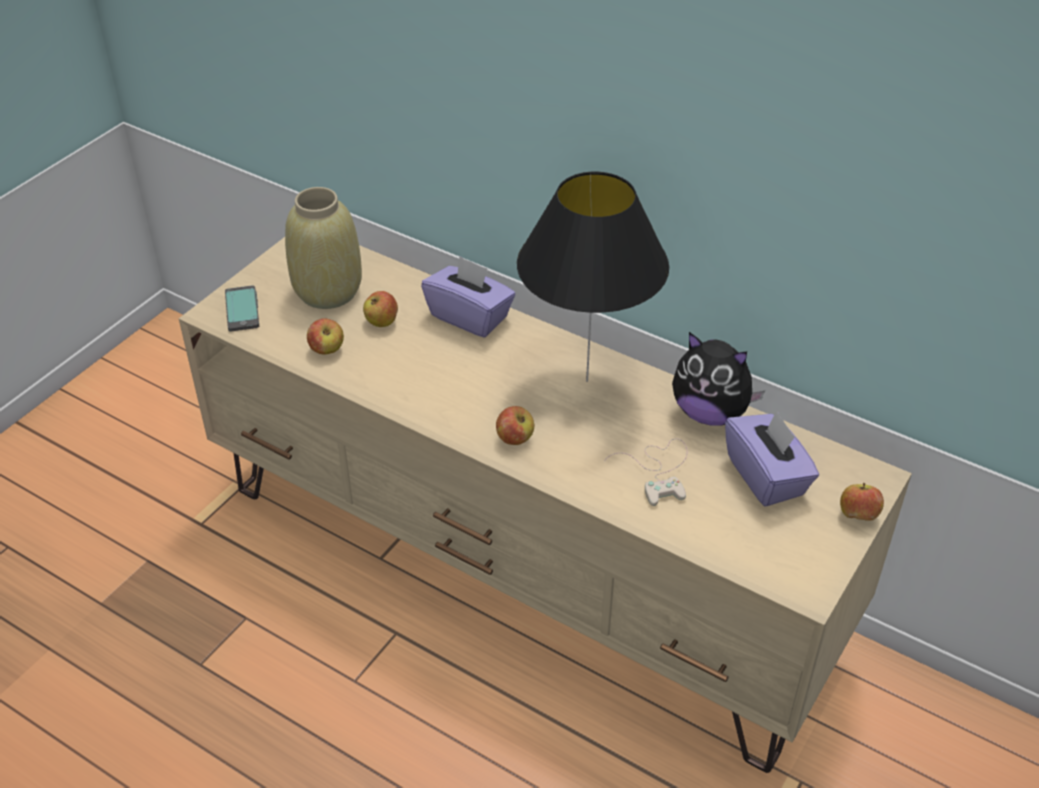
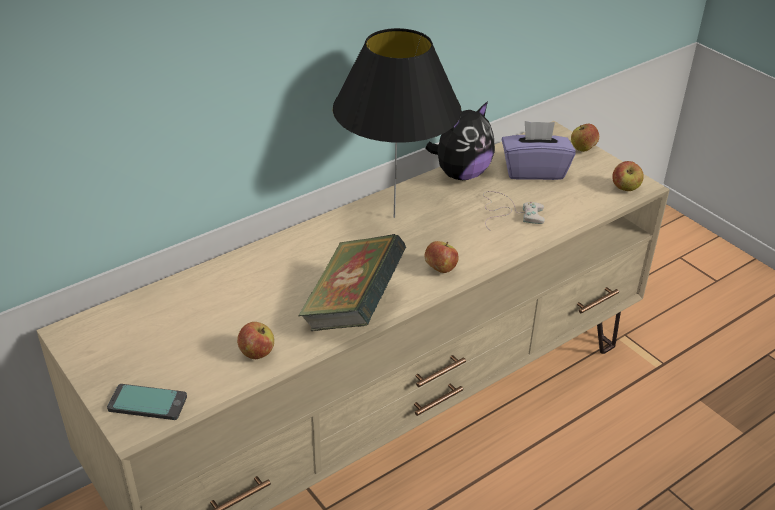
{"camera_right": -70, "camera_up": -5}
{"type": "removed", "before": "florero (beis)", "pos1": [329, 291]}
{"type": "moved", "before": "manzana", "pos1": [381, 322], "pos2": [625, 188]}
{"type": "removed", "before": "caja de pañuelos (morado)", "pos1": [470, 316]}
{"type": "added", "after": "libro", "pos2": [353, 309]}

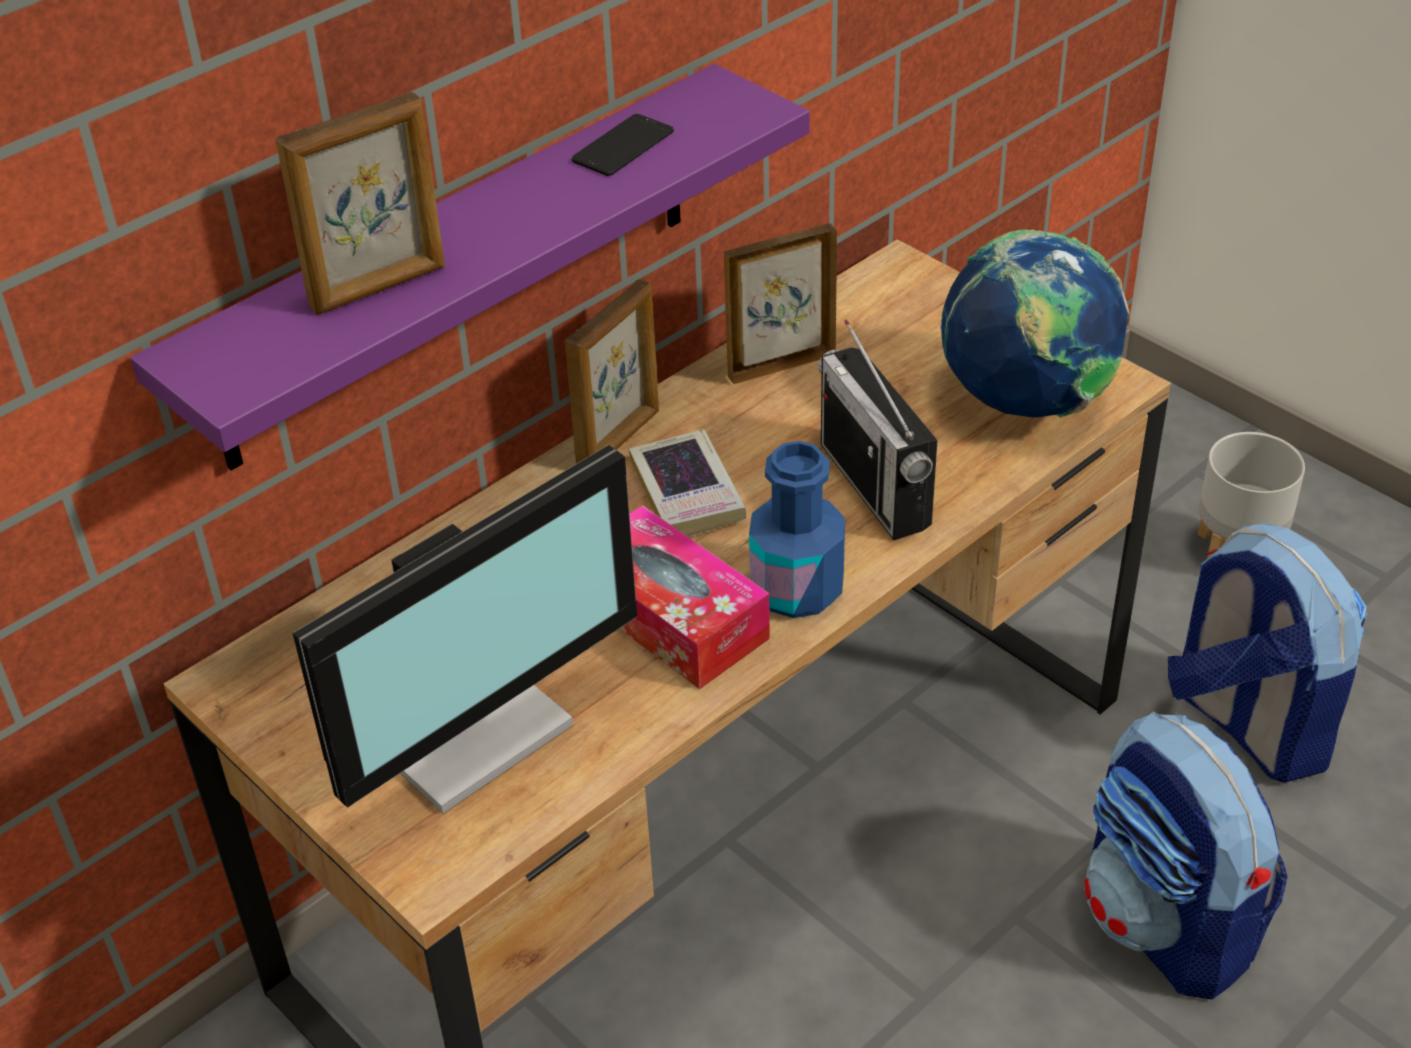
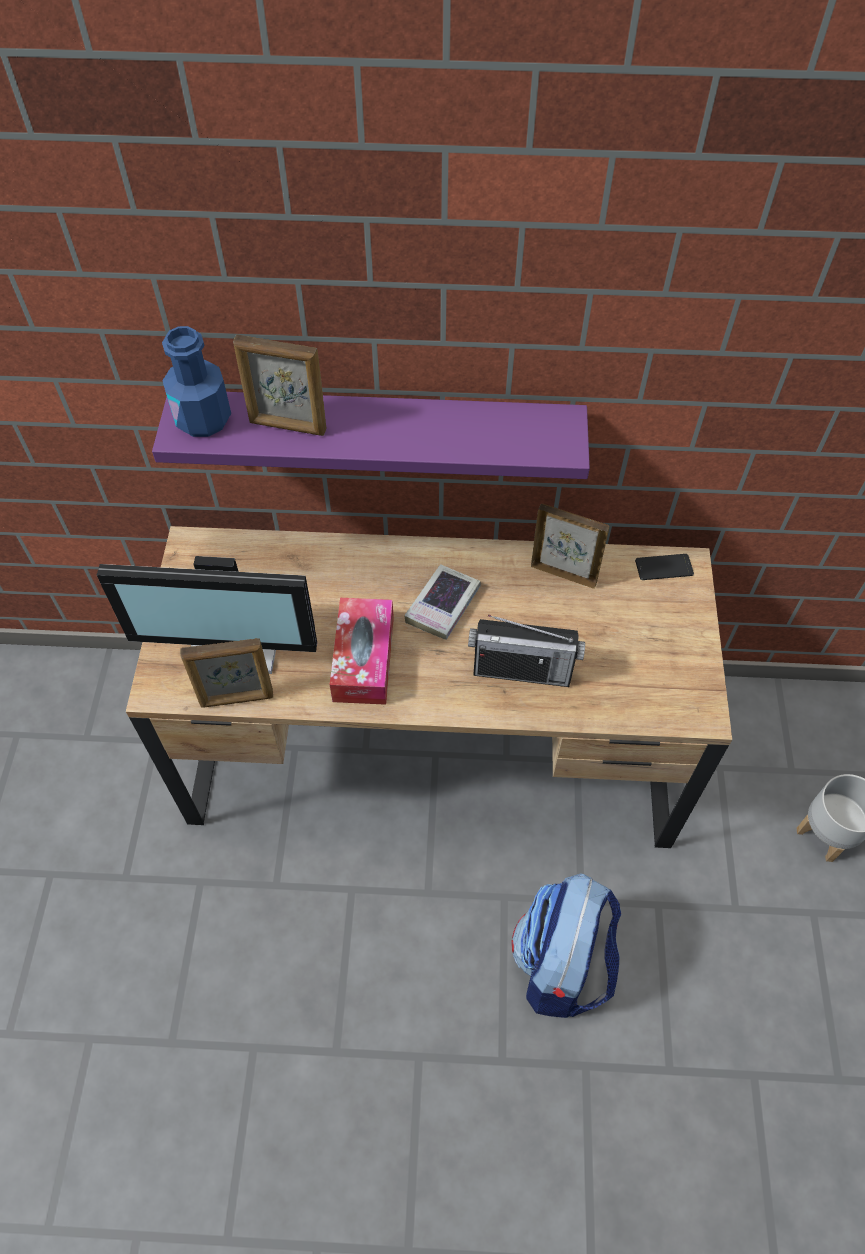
{"camera_right": 45, "camera_up": 15}
{"type": "moved", "before": "portarretratos", "pos1": [620, 439], "pos2": [237, 699]}
{"type": "moved", "before": "móvil", "pos1": [623, 146], "pos2": [664, 567]}
{"type": "moved", "before": "botella (azul)", "pos1": [797, 589], "pos2": [203, 419]}
{"type": "turned", "before": "radio", "pos1": [874, 485], "pos2": [522, 671], "turn": -105}
{"type": "removed", "before": "globo terráqueo", "pos1": [1027, 402]}
{"type": "removed", "before": "mochila", "pos1": [1247, 724]}

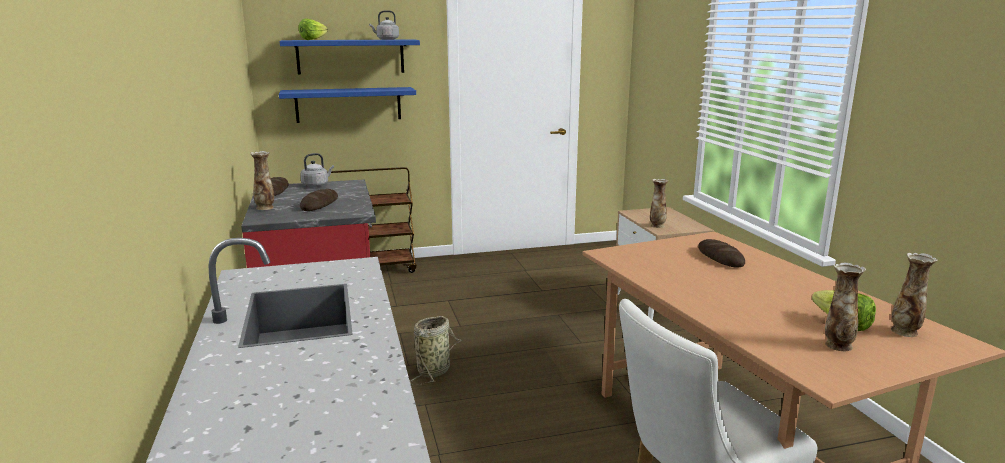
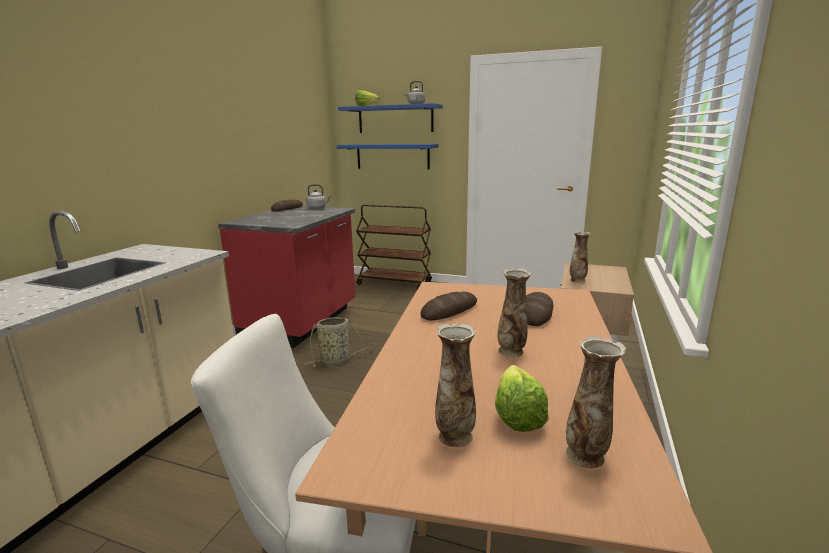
{"camera_right": 35, "camera_up": 0}
{"type": "moved", "before": "florero", "pos1": [265, 208], "pos2": [511, 351]}
{"type": "moved", "before": "pan", "pos1": [319, 204], "pos2": [449, 310]}

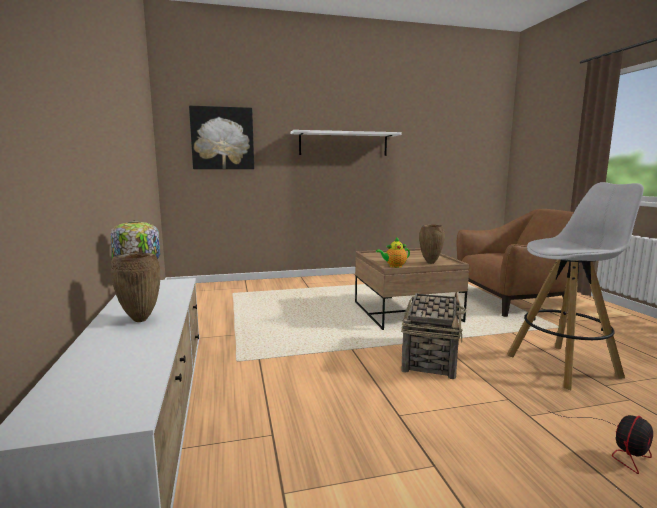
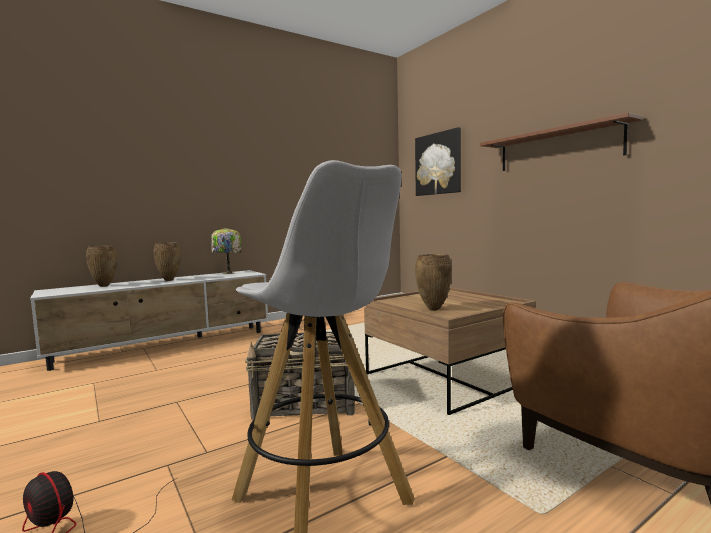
{"camera_right": 70, "camera_up": -5}
{"type": "recoloured", "before": "estante (blanco)", "after": "estante (marrón)", "pos1": [343, 144], "pos2": [557, 148]}
{"type": "removed", "before": "tetera", "pos1": [394, 266]}
{"type": "added", "after": "florero (marrón)", "pos2": [105, 286]}

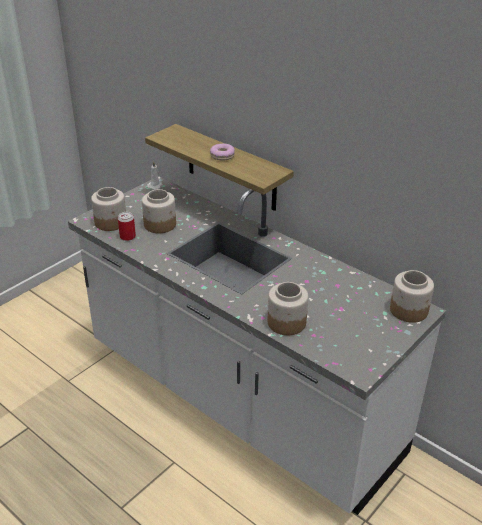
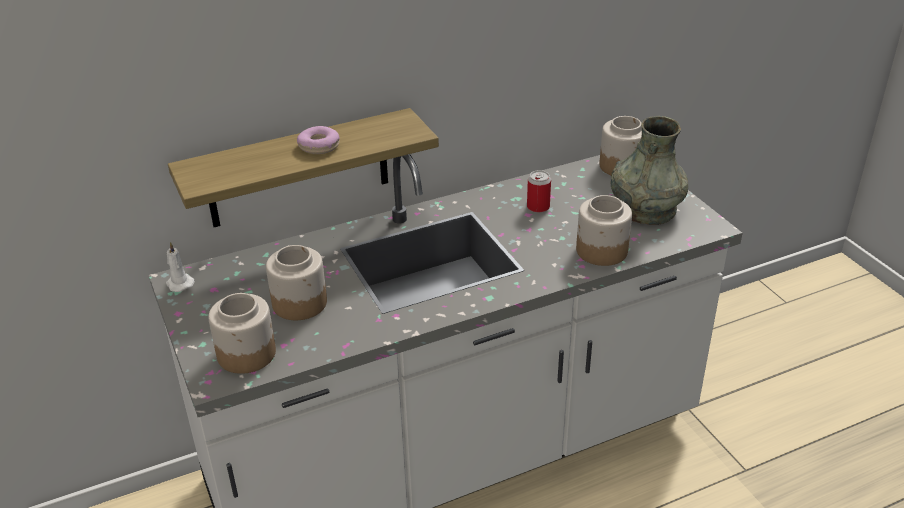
{"camera_right": -65, "camera_up": 0}
{"type": "moved", "before": "lata", "pos1": [127, 237], "pos2": [538, 207]}
{"type": "added", "after": "florero (gris)", "pos2": [645, 208]}

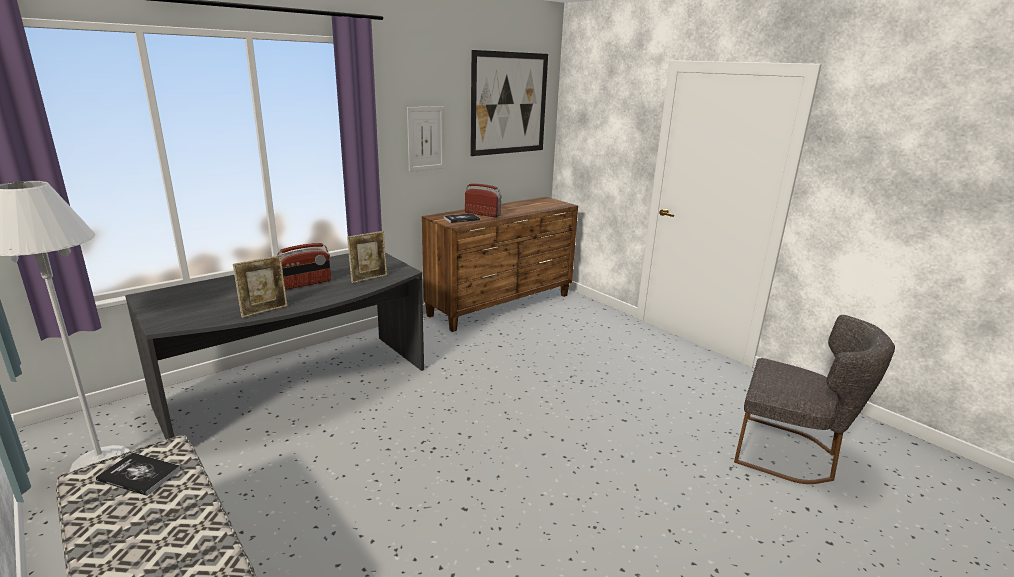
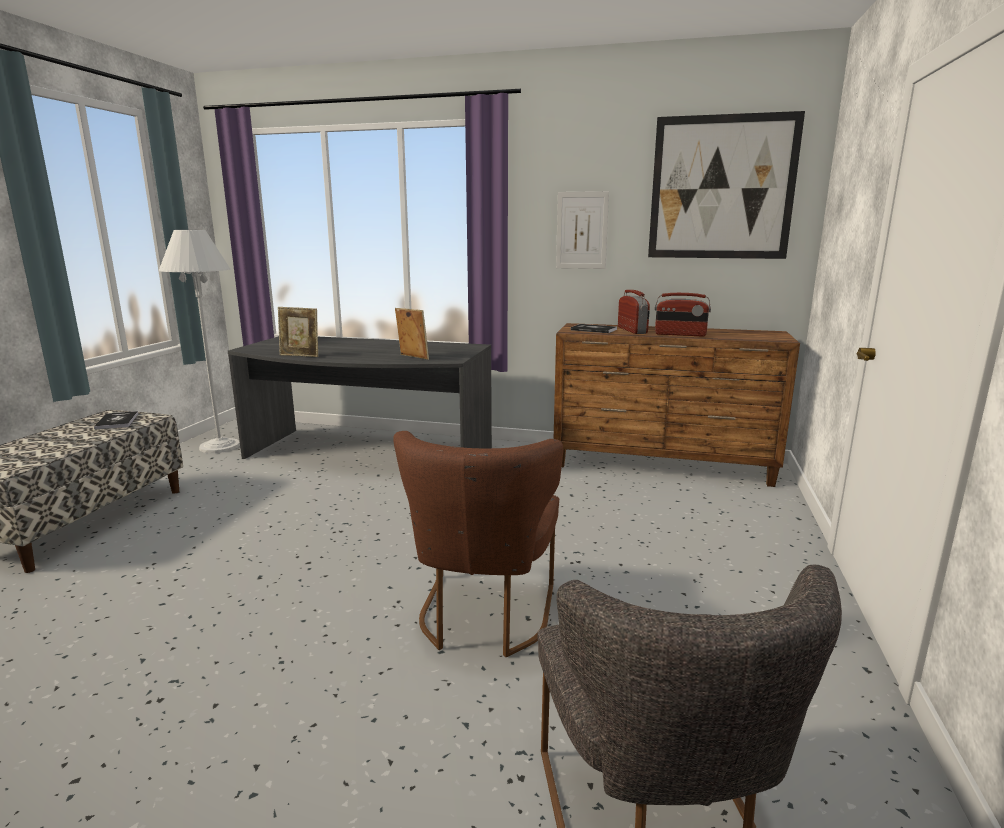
{"camera_right": 55, "camera_up": -5}
{"type": "moved", "before": "radio", "pos1": [306, 283], "pos2": [680, 334]}
{"type": "turned", "before": "portarretratos", "pos1": [369, 278], "pos2": [412, 357], "turn": -150}
{"type": "added", "after": "silla (marrón)", "pos2": [483, 618]}

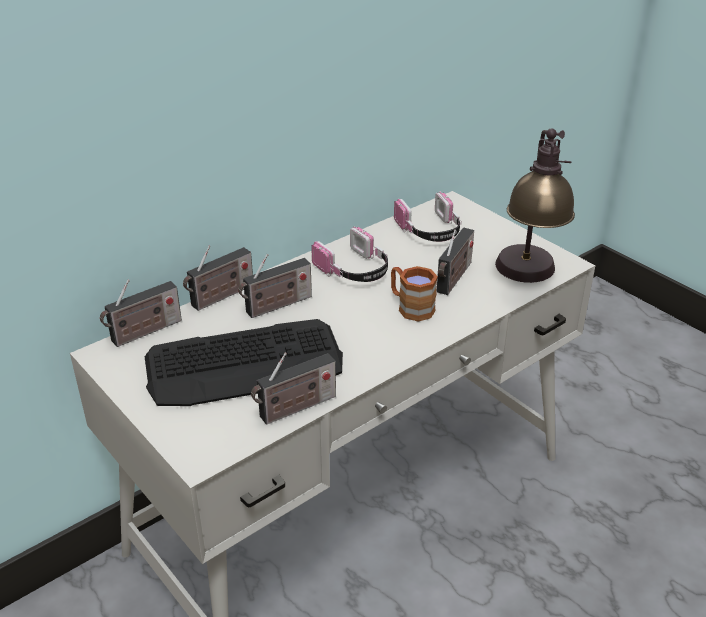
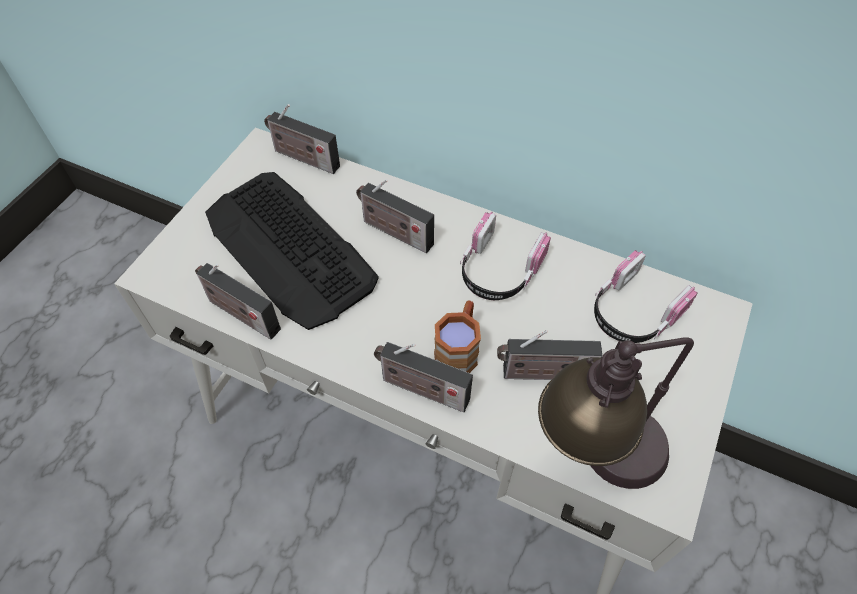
{"camera_right": 65, "camera_up": 20}
{"type": "moved", "before": "radio", "pos1": [220, 297], "pos2": [421, 389]}

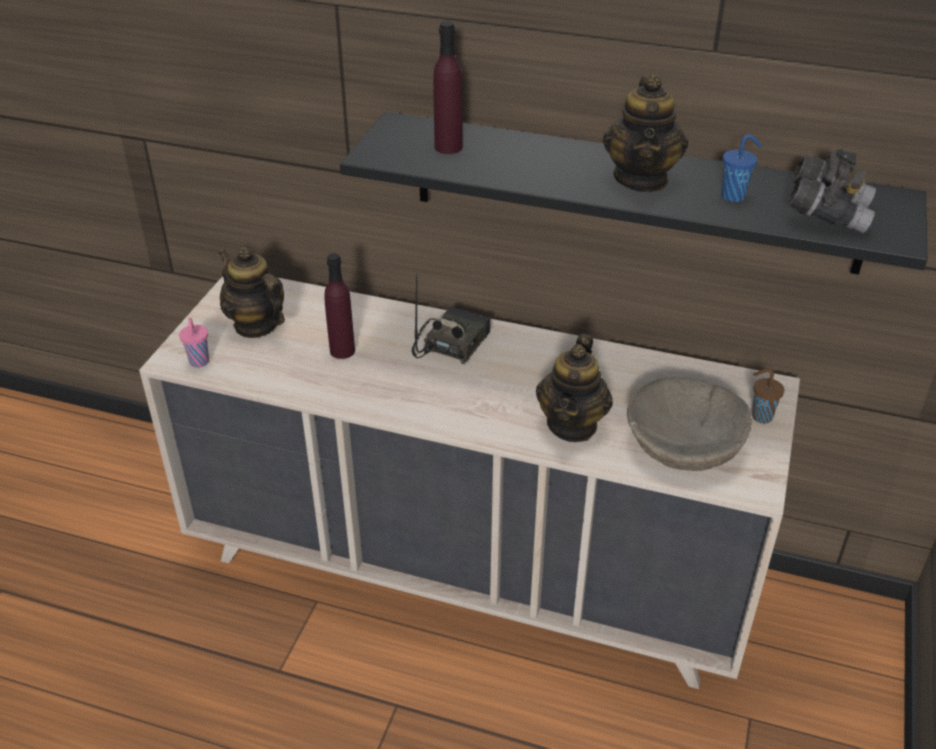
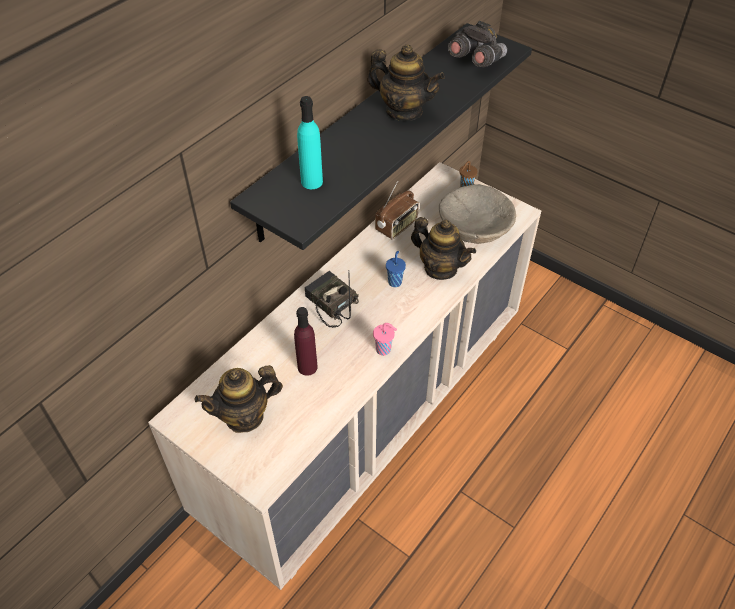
{"camera_right": -70, "camera_up": 10}
{"type": "moved", "before": "taza (rosa)", "pos1": [199, 363], "pos2": [384, 350]}
{"type": "recoloured", "before": "botella (morado)", "after": "botella (turquesa)", "pos1": [448, 147], "pos2": [311, 182]}
{"type": "moved", "before": "taza (azul)", "pos1": [734, 196], "pos2": [395, 281]}
{"type": "added", "after": "radio", "pos2": [397, 226]}

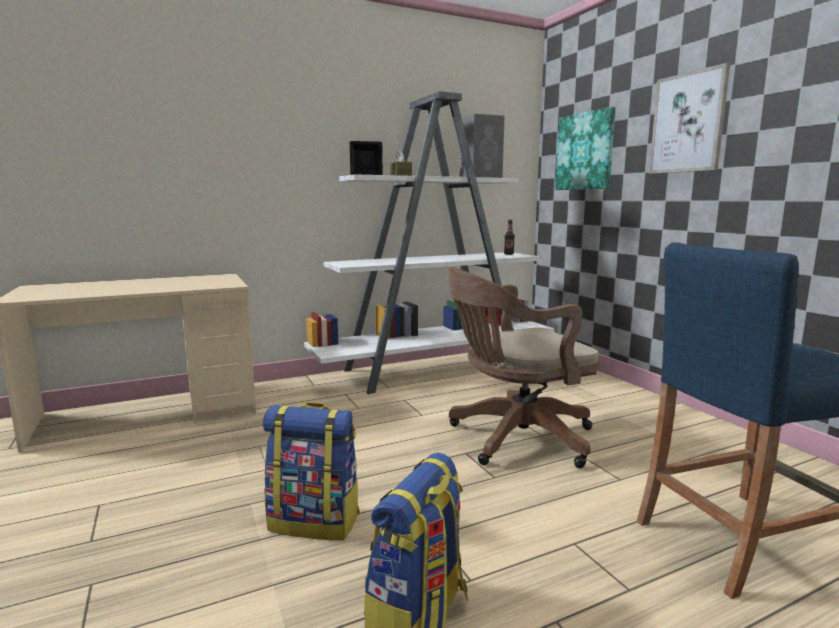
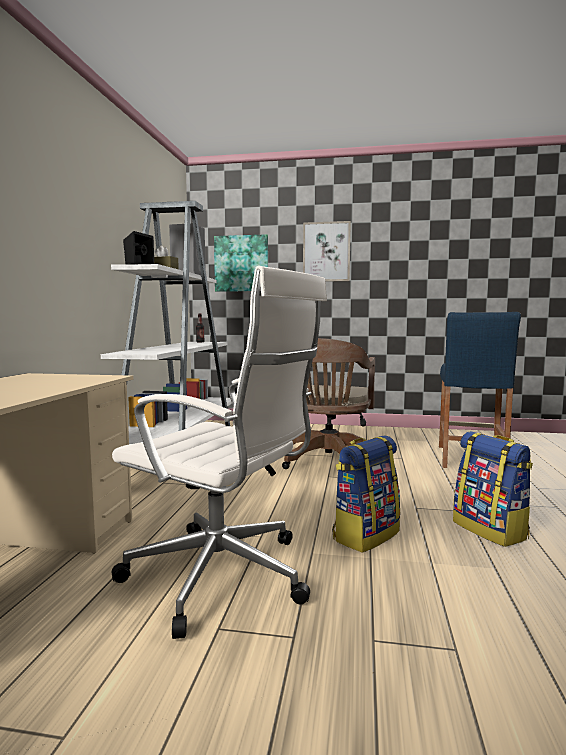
{"camera_right": -55, "camera_up": -5}
{"type": "added", "after": "silla de oficina (blanco)", "pos2": [223, 577]}

